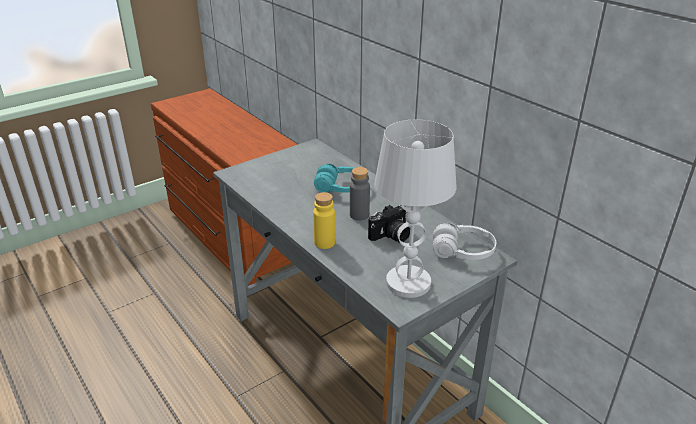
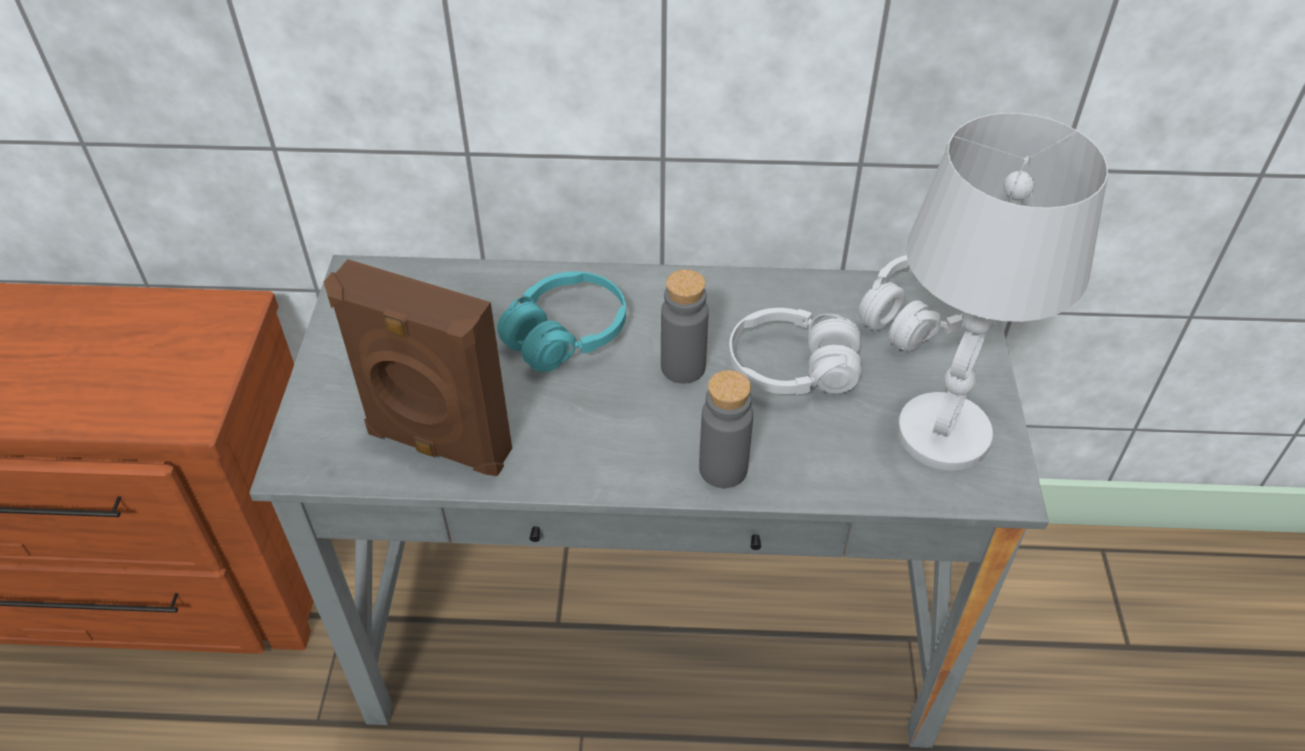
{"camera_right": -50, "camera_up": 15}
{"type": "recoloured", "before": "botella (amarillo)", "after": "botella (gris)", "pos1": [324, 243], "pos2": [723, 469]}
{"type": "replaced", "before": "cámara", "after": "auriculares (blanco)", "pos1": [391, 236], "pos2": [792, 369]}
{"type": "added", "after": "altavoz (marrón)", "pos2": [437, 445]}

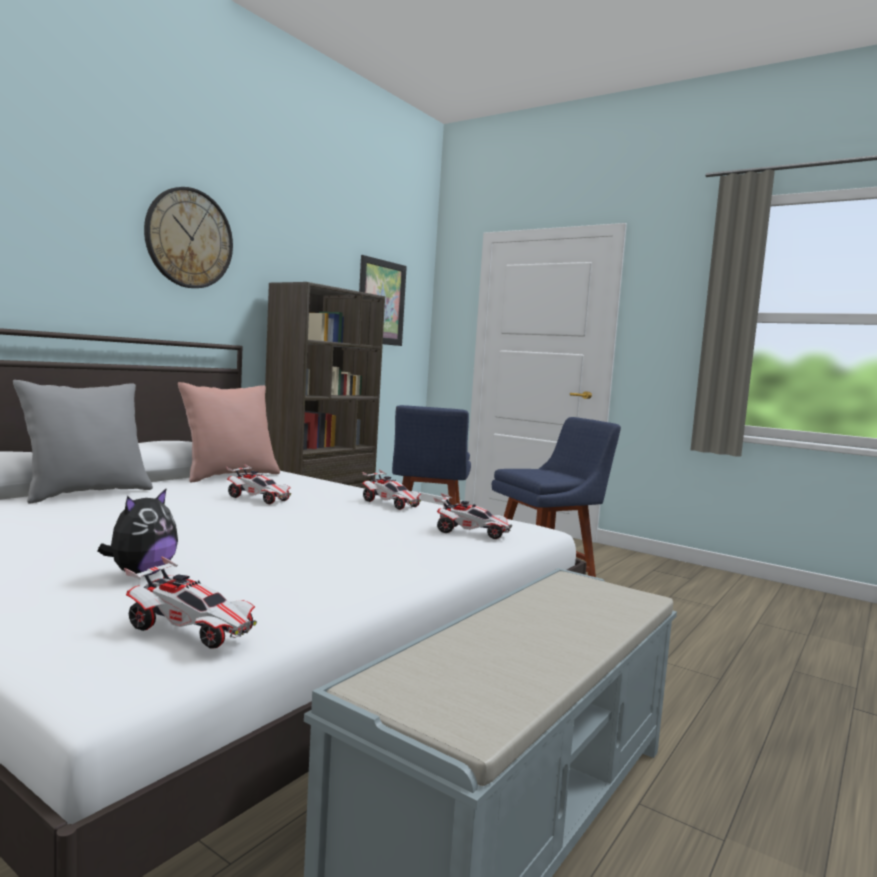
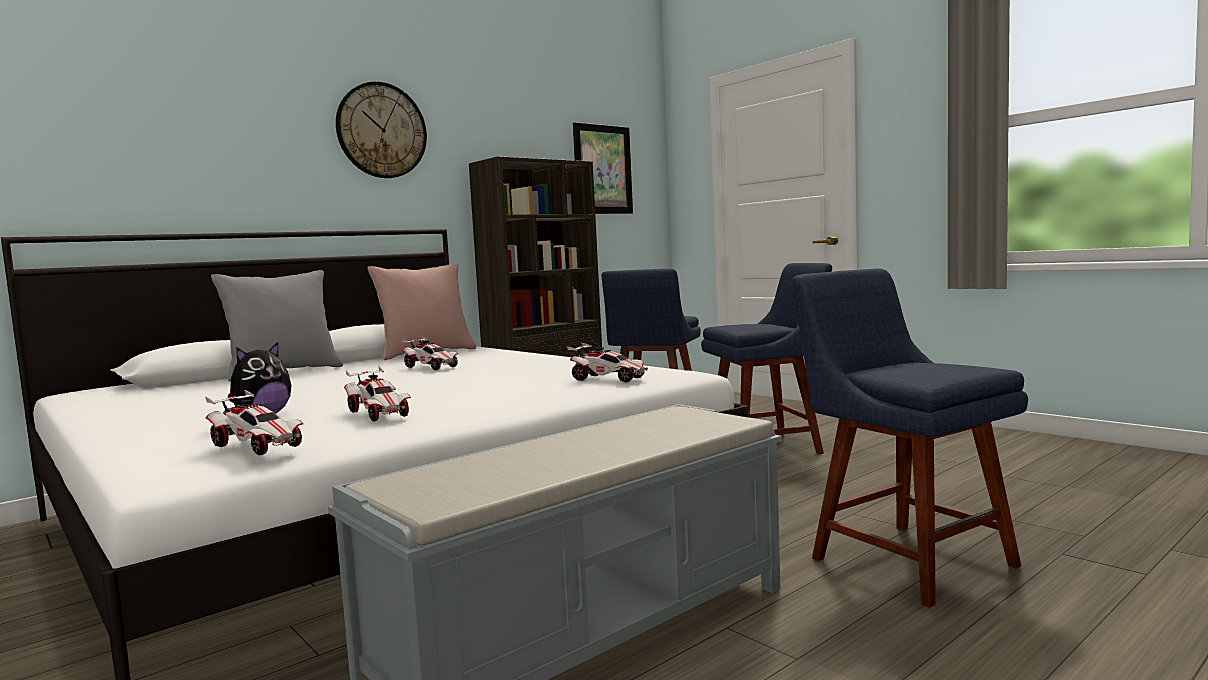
{"camera_right": 15, "camera_up": 0}
{"type": "moved", "before": "coche de juguete", "pos1": [391, 504], "pos2": [379, 414]}
{"type": "added", "after": "silla (azul)", "pos2": [904, 559]}

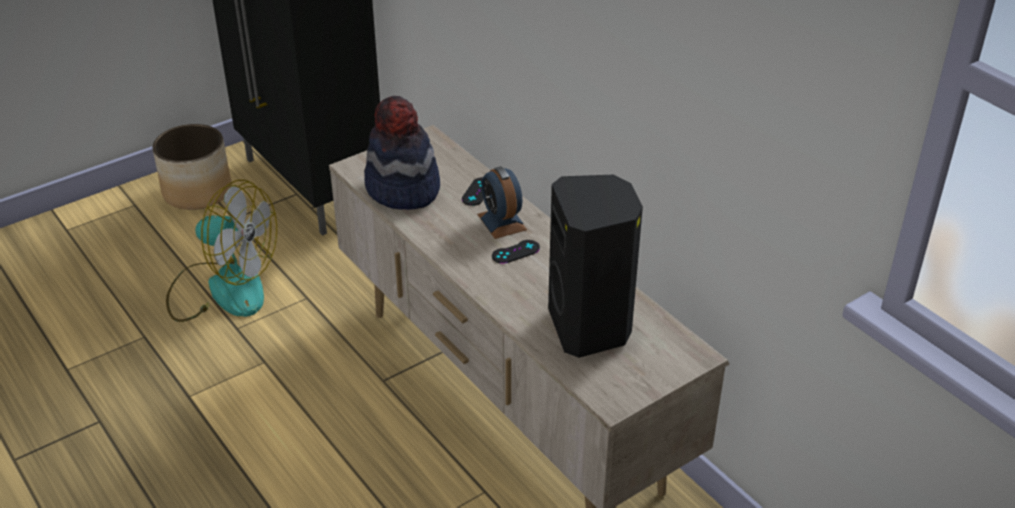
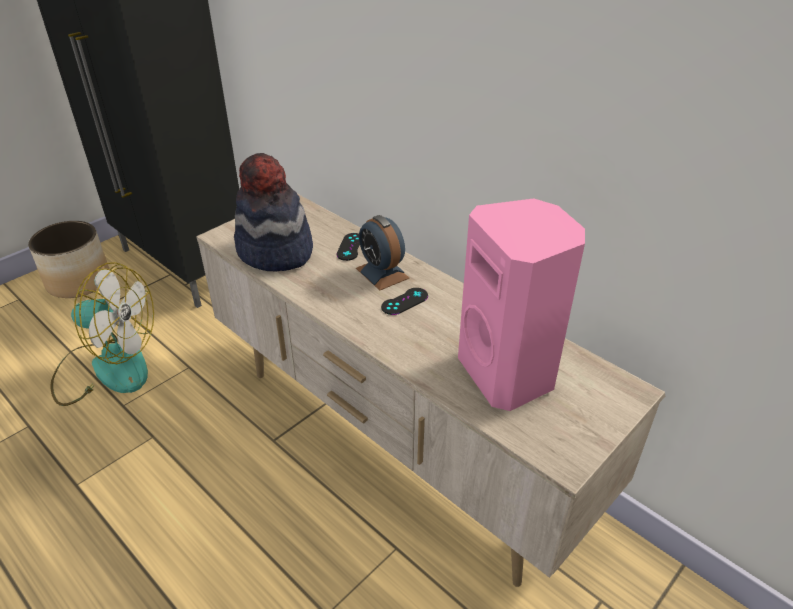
{"camera_right": -10, "camera_up": 0}
{"type": "recoloured", "before": "altavoz (negro)", "after": "altavoz (rosa)", "pos1": [591, 328], "pos2": [509, 374]}

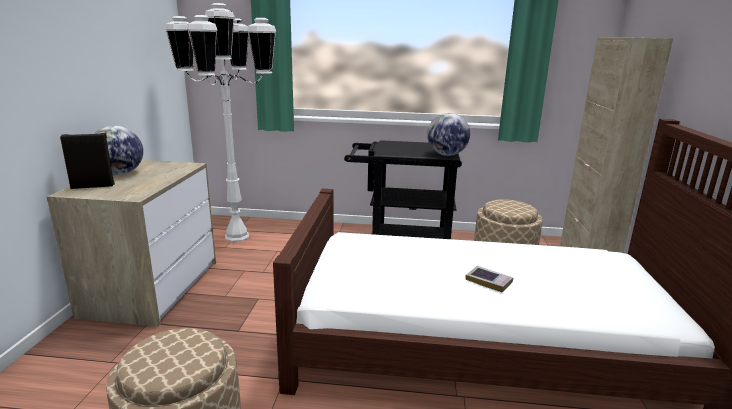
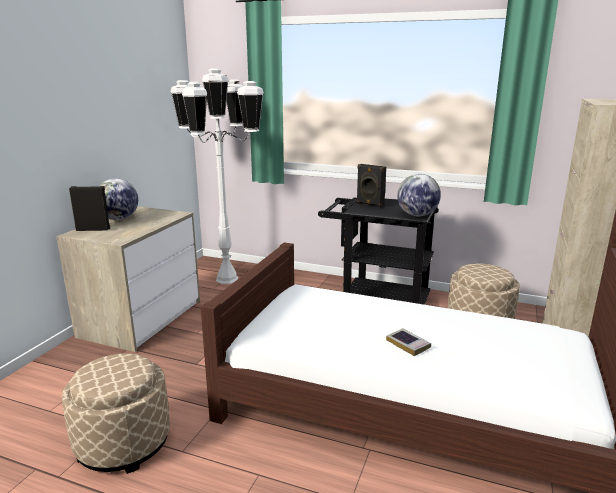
{"camera_right": 15, "camera_up": 0}
{"type": "added", "after": "altavoz (negro)", "pos2": [369, 204]}

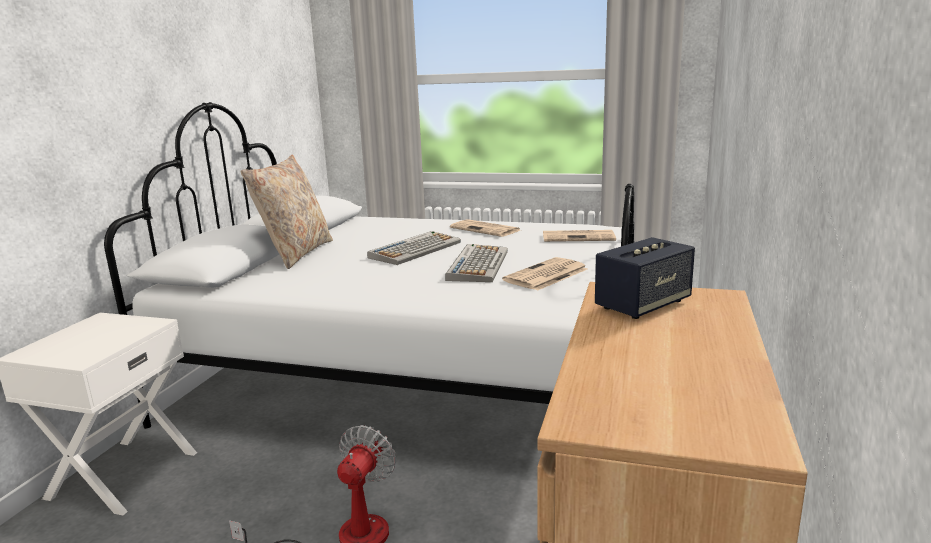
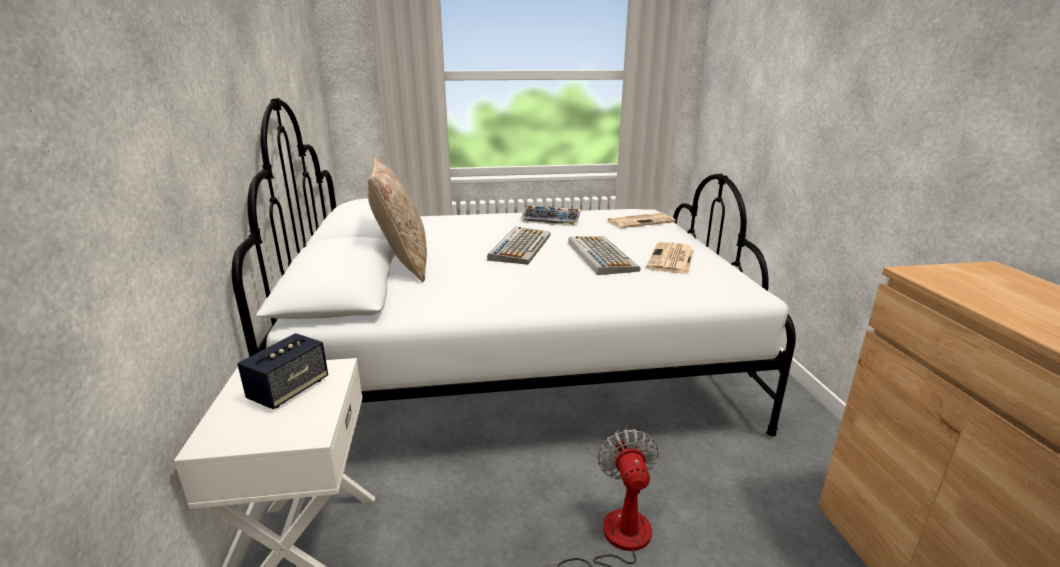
{"camera_right": -25, "camera_up": 5}
{"type": "replaced", "before": "periódico", "after": "teclado", "pos1": [486, 229], "pos2": [552, 220]}
{"type": "moved", "before": "altavoz", "pos1": [643, 305], "pos2": [289, 390]}

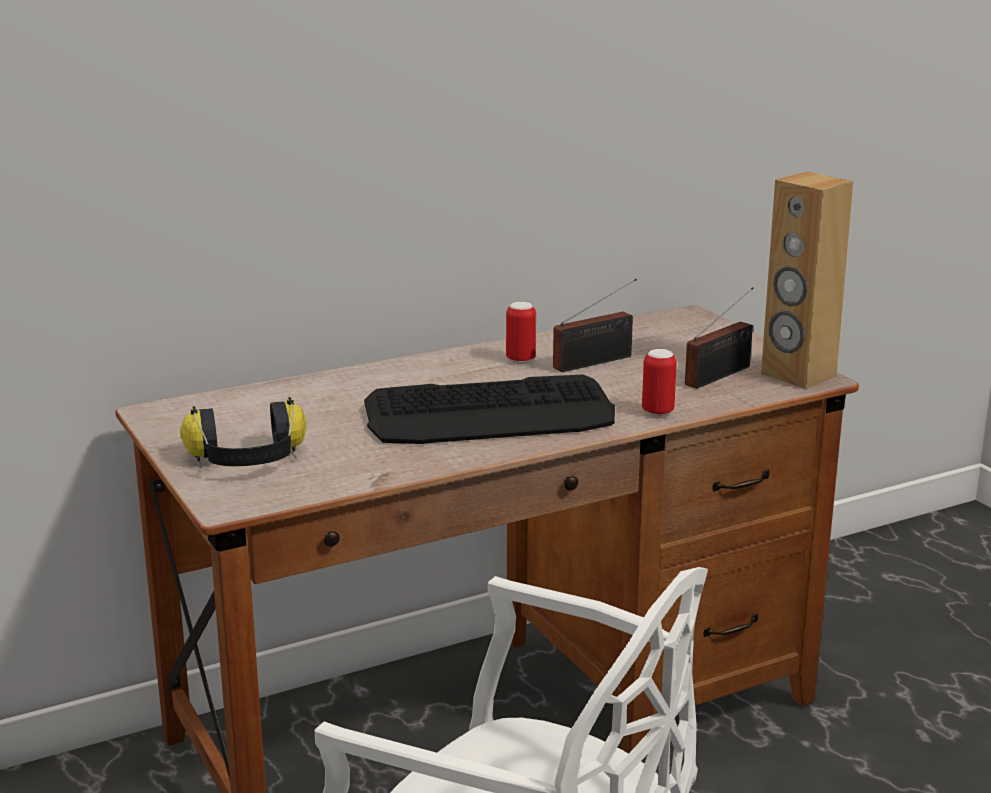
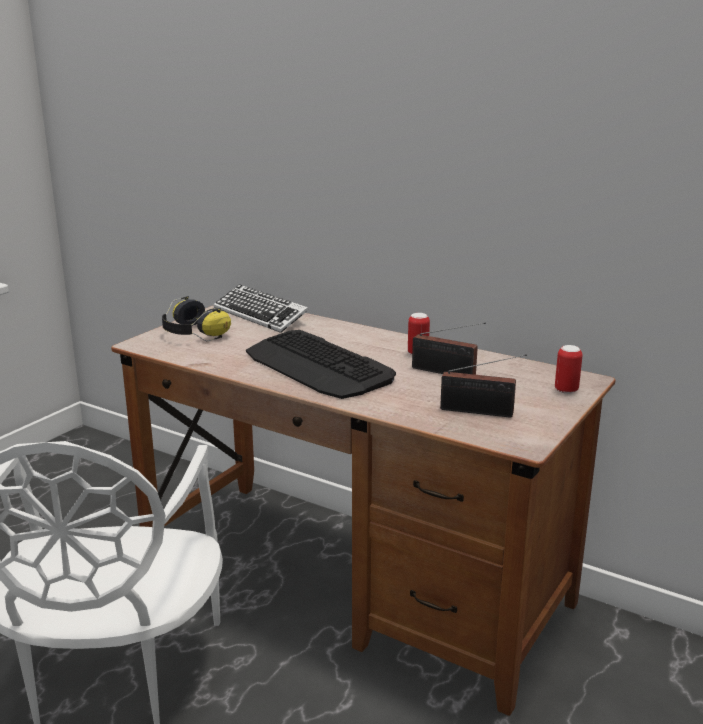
{"camera_right": 60, "camera_up": 0}
{"type": "moved", "before": "lata", "pos1": [657, 412], "pos2": [566, 390]}
{"type": "removed", "before": "altavoz (marrón)", "pos1": [797, 375]}
{"type": "added", "after": "teclado", "pos2": [260, 315]}

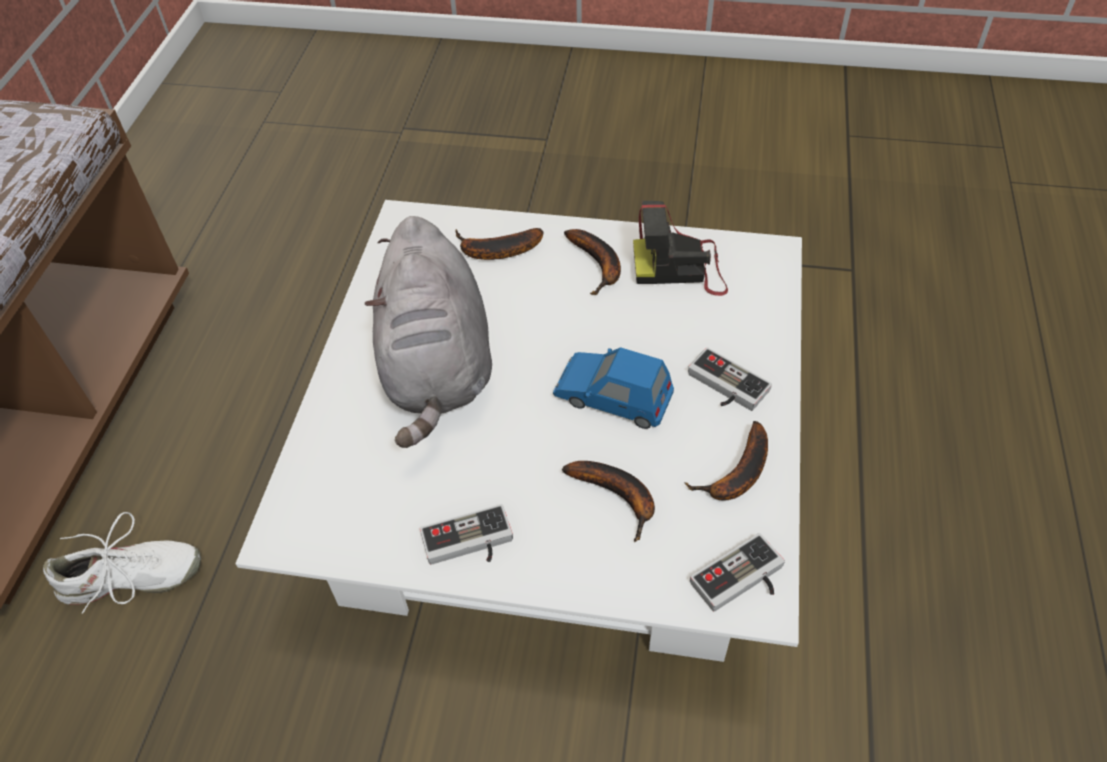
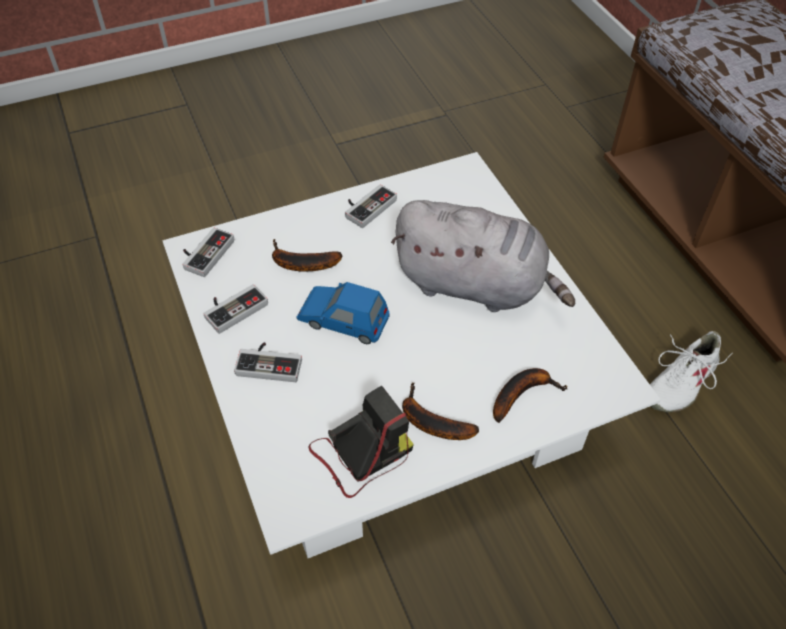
{"camera_right": 145, "camera_up": 0}
{"type": "moved", "before": "zapato (blanco)", "pos1": [131, 580], "pos2": [680, 381]}
{"type": "turned", "before": "peluche (gris)", "pos1": [437, 367], "pos2": [475, 285], "turn": 150}
{"type": "turned", "before": "coche de juguete (azul)", "pos1": [613, 397], "pos2": [343, 320], "turn": -150}
{"type": "replaced", "before": "plátano", "after": "mando de consola", "pos1": [737, 475], "pos2": [233, 308]}

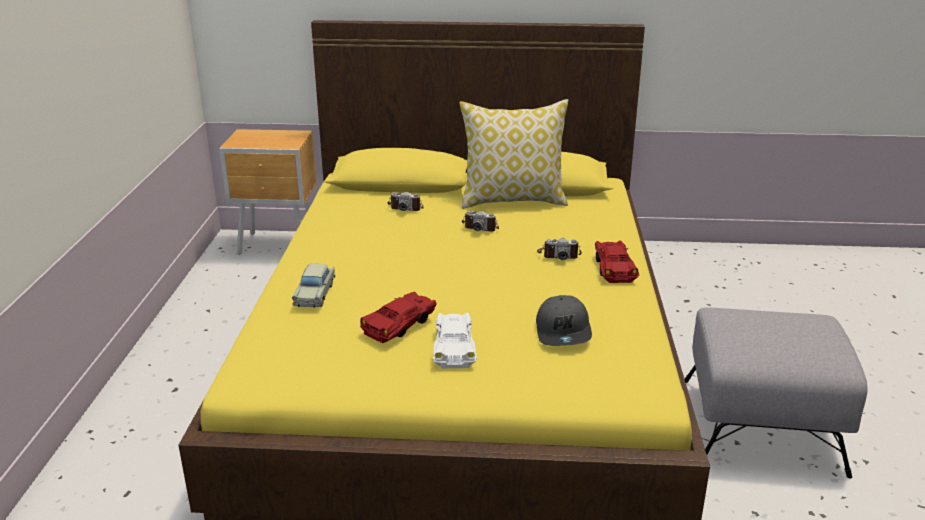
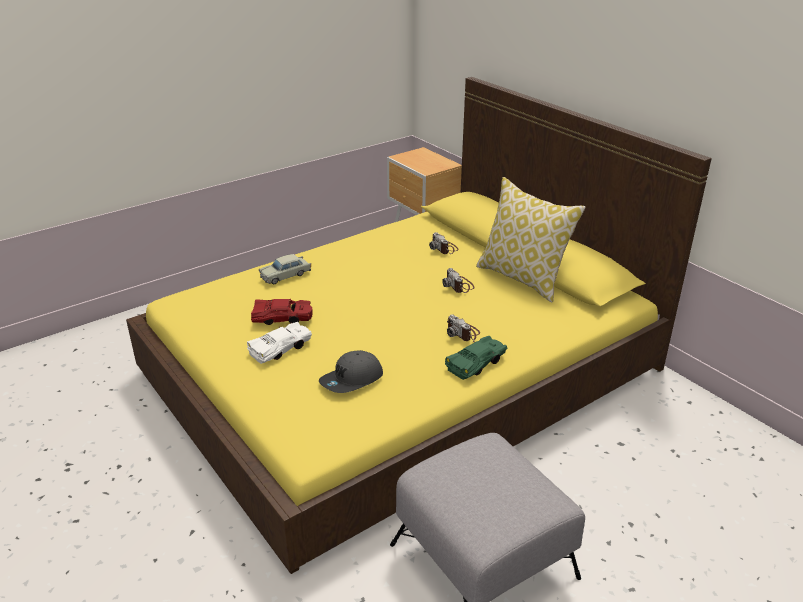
{"camera_right": 50, "camera_up": 5}
{"type": "recoloured", "before": "coche de juguete (rojo)", "after": "coche de juguete (verde)", "pos1": [614, 268], "pos2": [477, 363]}

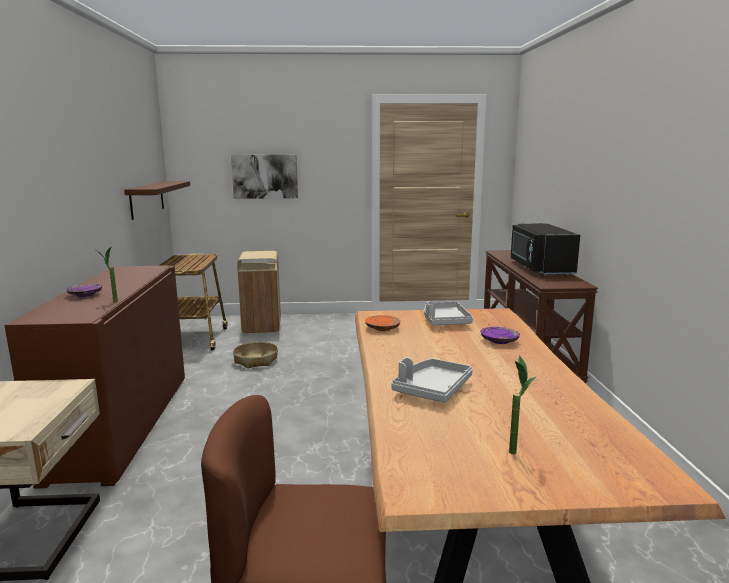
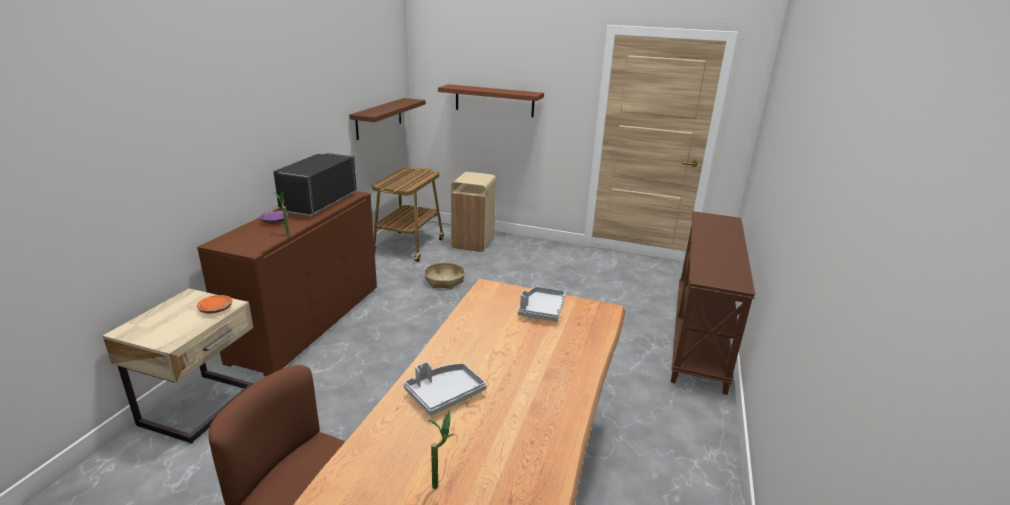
{"camera_right": 20, "camera_up": 10}
{"type": "replaced", "before": "cuadro", "after": "estante (marrón)", "pos1": [265, 176], "pos2": [494, 101]}
{"type": "moved", "before": "plato (naranja)", "pos1": [382, 328], "pos2": [216, 309]}
{"type": "removed", "before": "plato (morado)", "pos1": [499, 341]}
{"type": "moved", "before": "microondas (negro)", "pos1": [539, 268], "pos2": [317, 203]}

